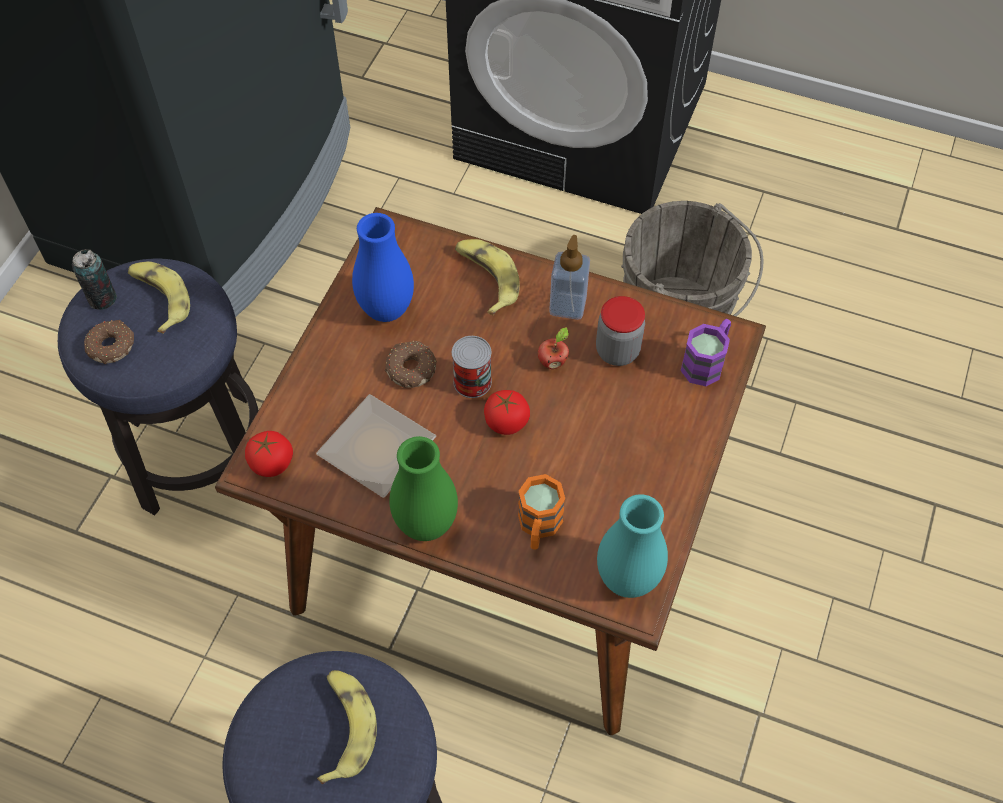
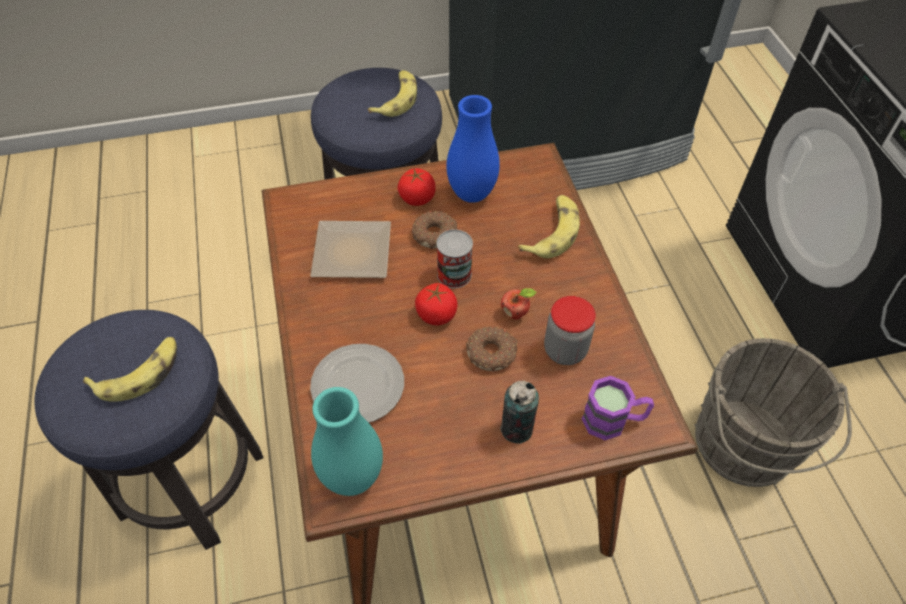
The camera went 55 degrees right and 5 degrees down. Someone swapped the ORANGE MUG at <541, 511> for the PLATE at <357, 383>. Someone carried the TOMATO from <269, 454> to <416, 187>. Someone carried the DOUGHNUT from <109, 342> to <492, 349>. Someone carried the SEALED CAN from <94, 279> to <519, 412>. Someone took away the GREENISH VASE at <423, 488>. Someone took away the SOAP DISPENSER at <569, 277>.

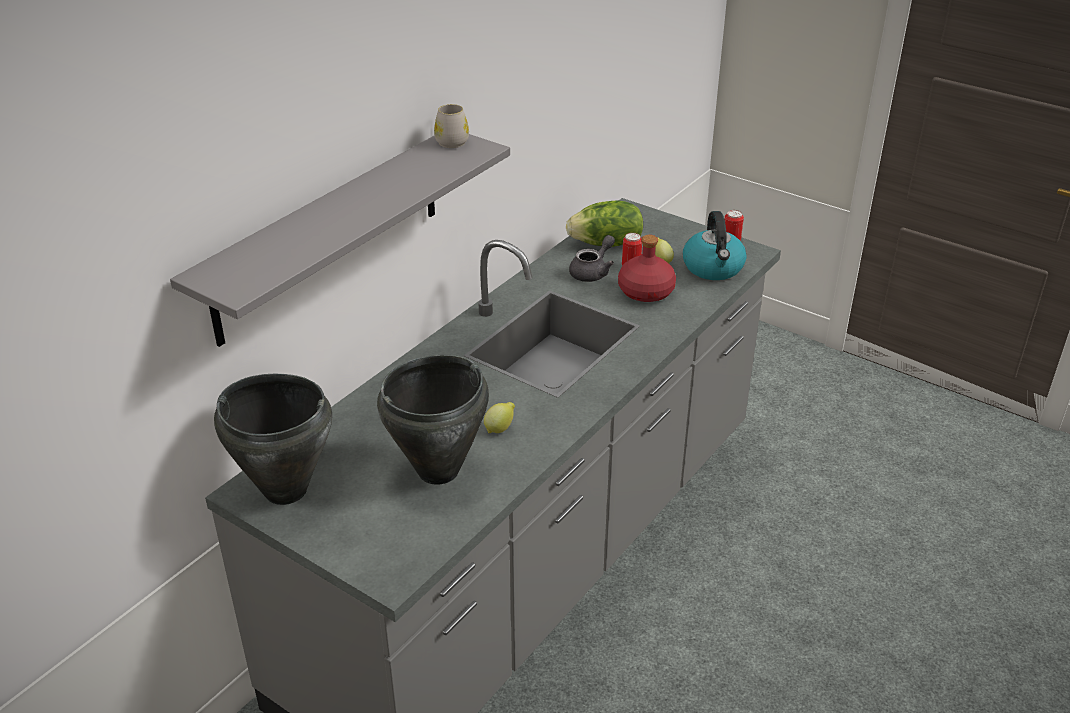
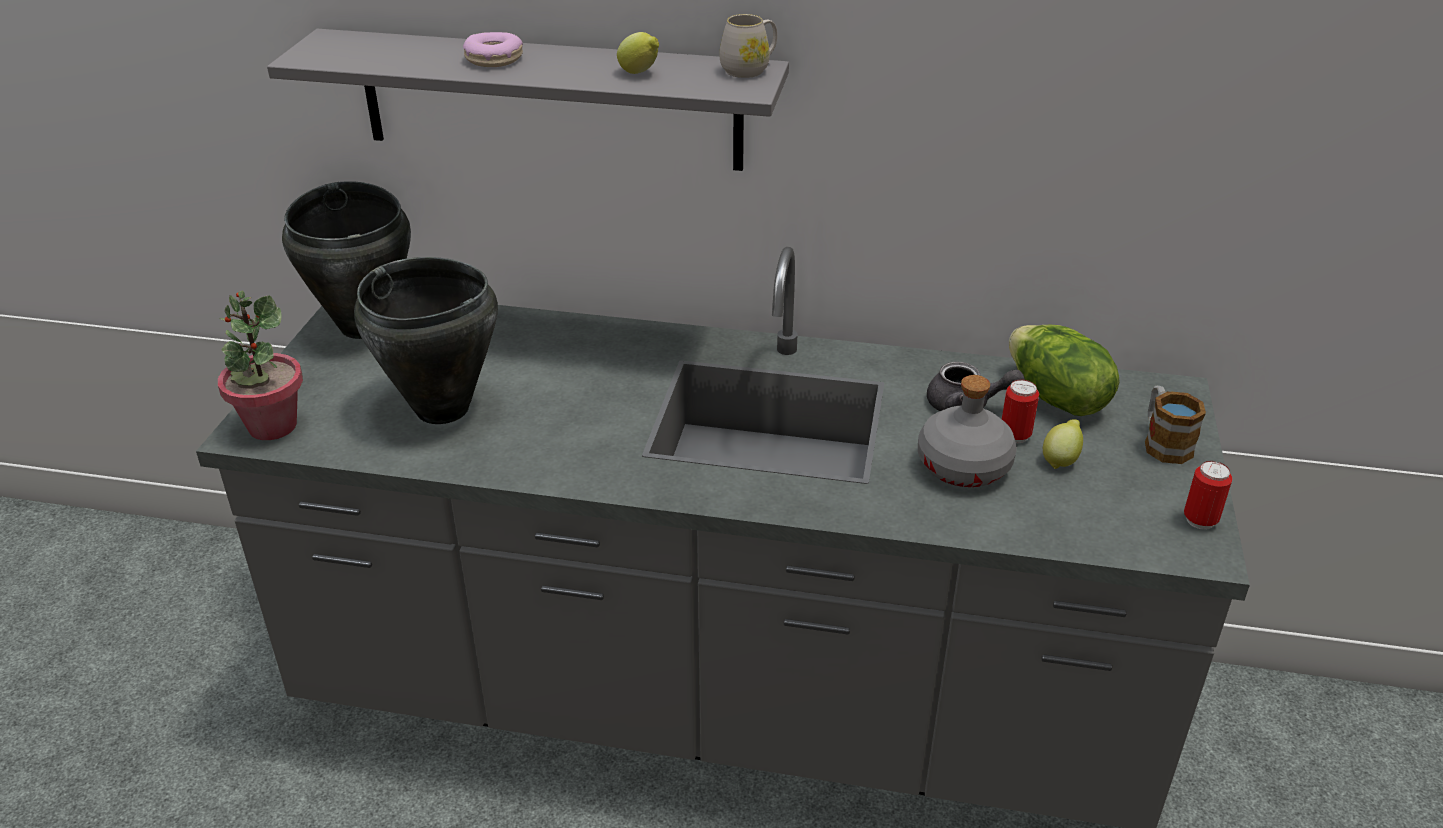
The camera went 65 degrees right and 0 degrees up. Someone put down the HOUSEPLANT at <260, 365>. Someone put down the DOUGHNUT at <493, 49>. Someone carried the LEMON from <499, 417> to <638, 53>. Someone repainted the REDDISH BEVERAGE BOTTLE at <647, 268>, which became the GREY BEVERAGE BOTTLE at <967, 431>. Someone put down the MUG at <1175, 424>. Someone took away the WATER KETTLE at <715, 245>.

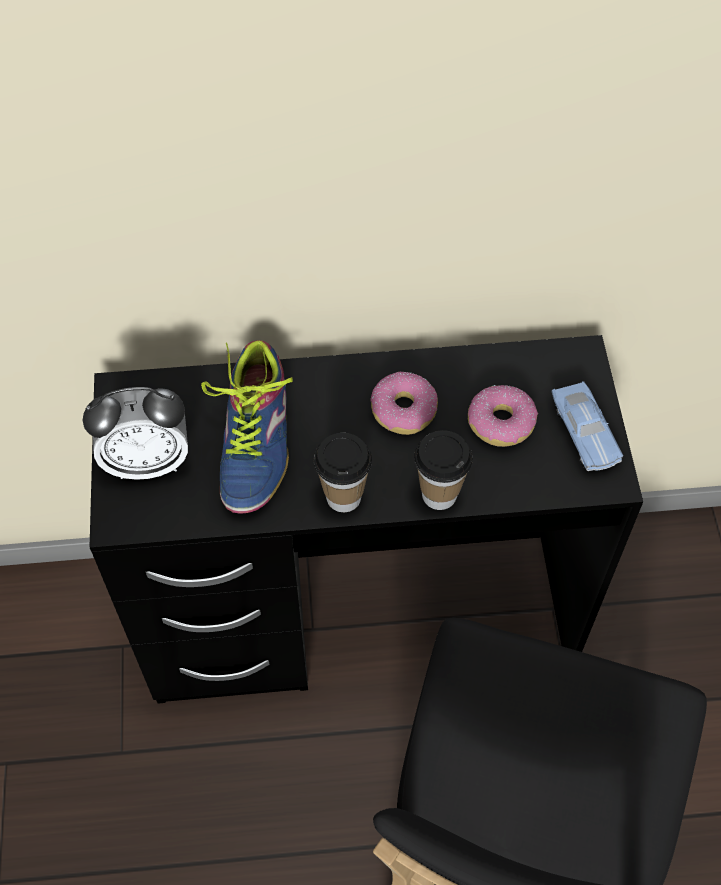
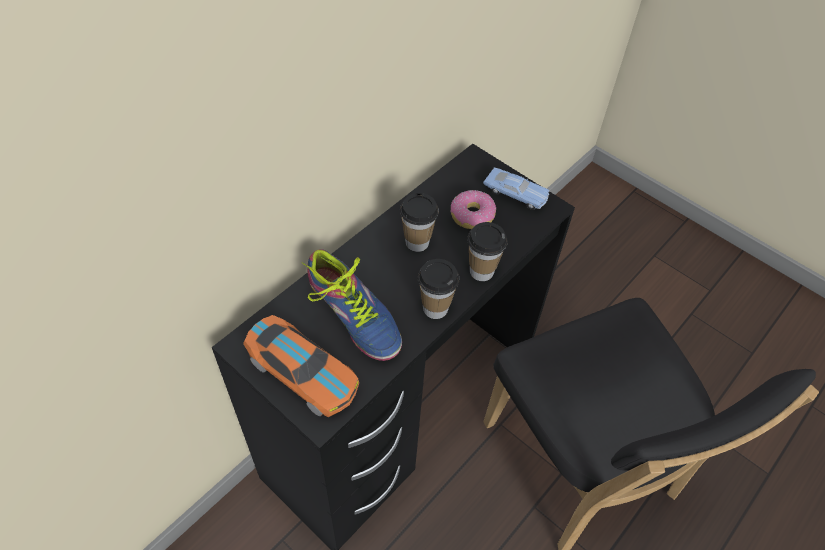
The camera went 45 degrees left and 5 degrees down. Someone swapped the ALARM CLOCK at <135, 433> for the MODEL CAR at <301, 366>. Someone swapped the DOUGHNUT at <404, 403> for the CUP at <419, 222>.

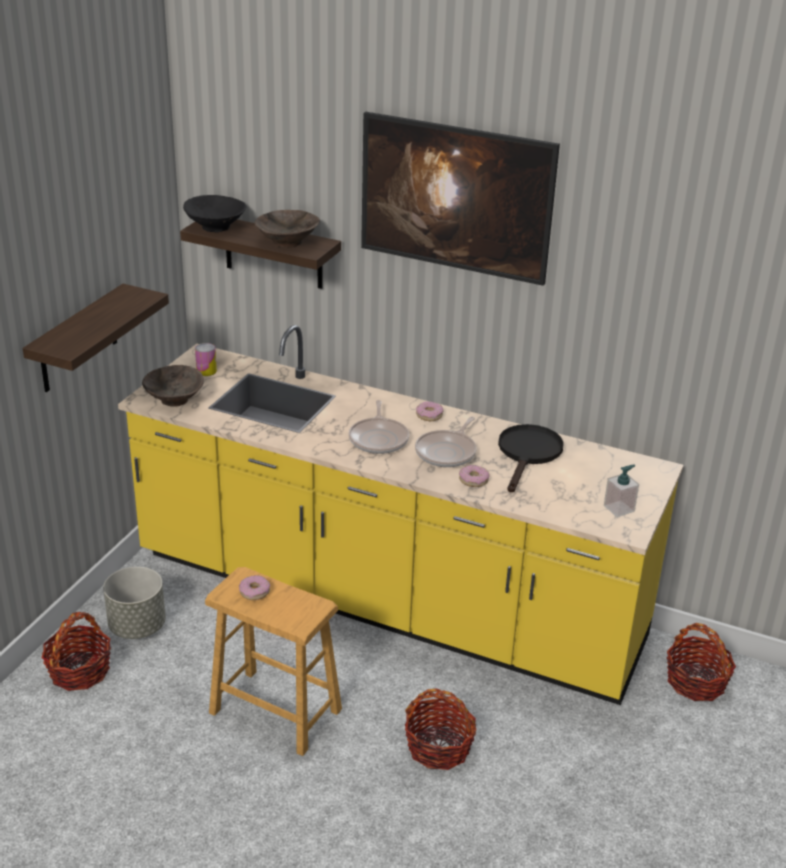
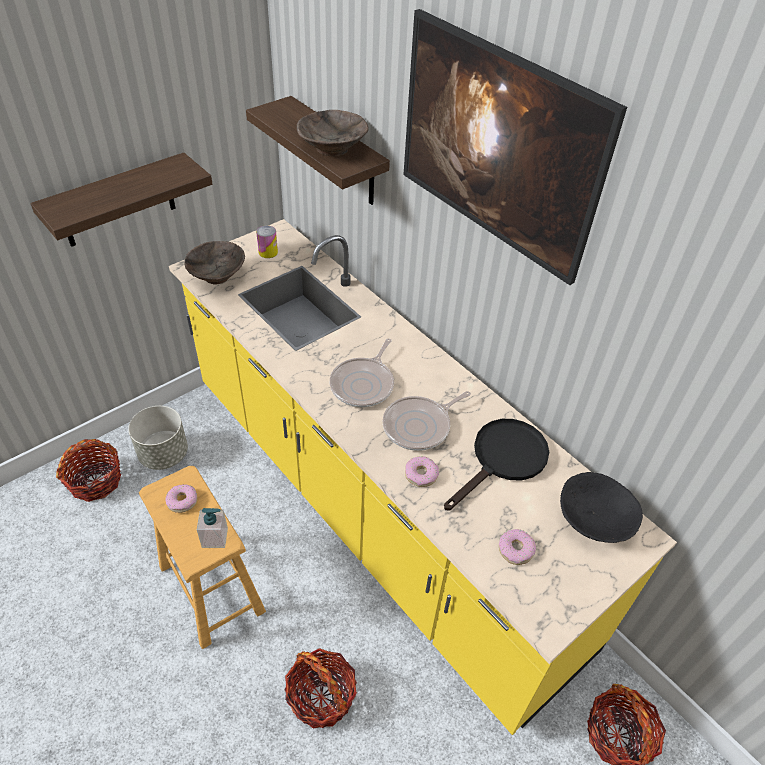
The camera went 25 degrees right and 15 degrees up. Someone carried the SOAP DISPENSER from <621, 491> to <212, 528>. Someone carried the DOUGHNUT from <430, 411> to <517, 547>. Someone carried the BLACKISH SERVING BOWL from <215, 214> to <601, 507>.

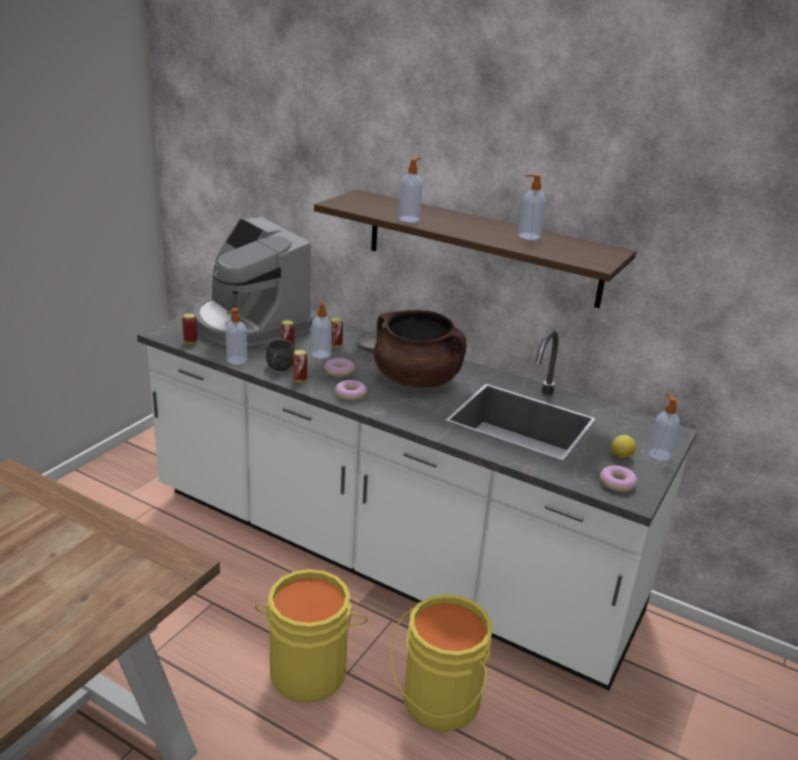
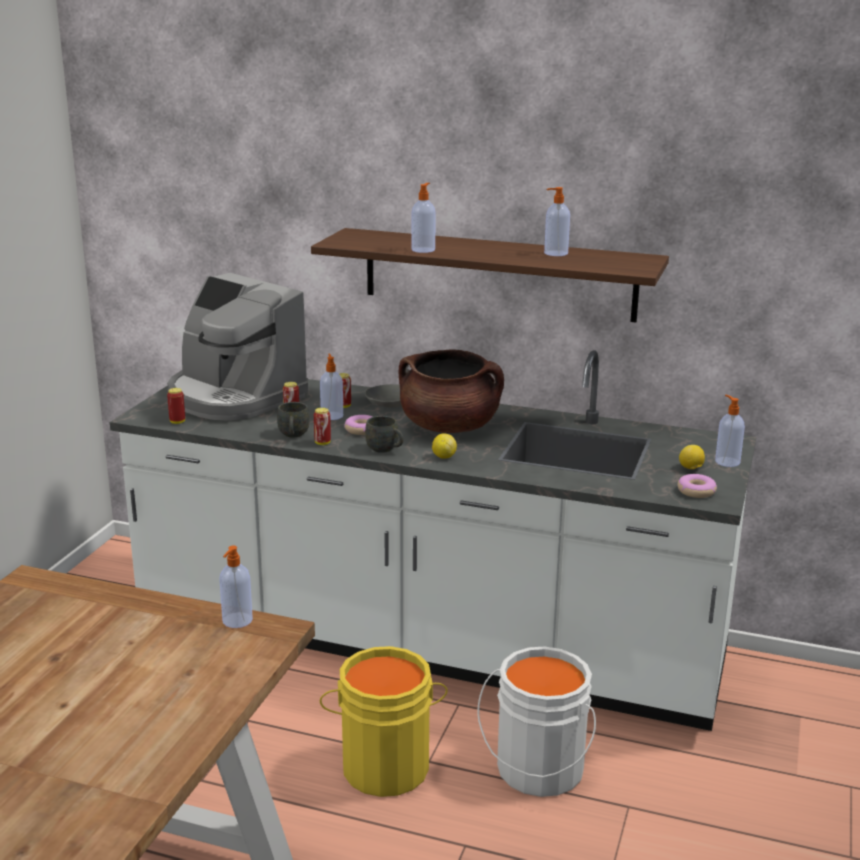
The camera went 10 degrees left and 5 degrees down. Someone carried the SOAP DISPENSER from <236, 336> to <236, 587>. Someone swapped the DOUGHNUT at <351, 390> for the GREY MUG at <384, 434>. Someone put down the LEMON at <444, 446>. Someone repainted the YELLOW PAIL at <441, 662>, which became the WHITE PAIL at <536, 721>.

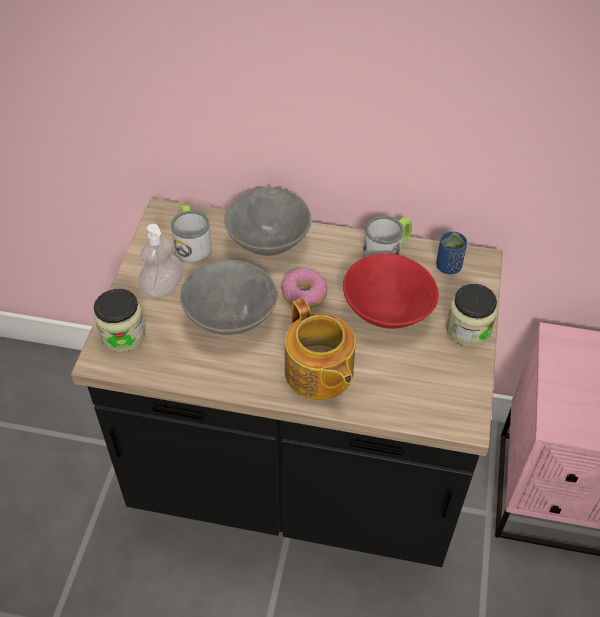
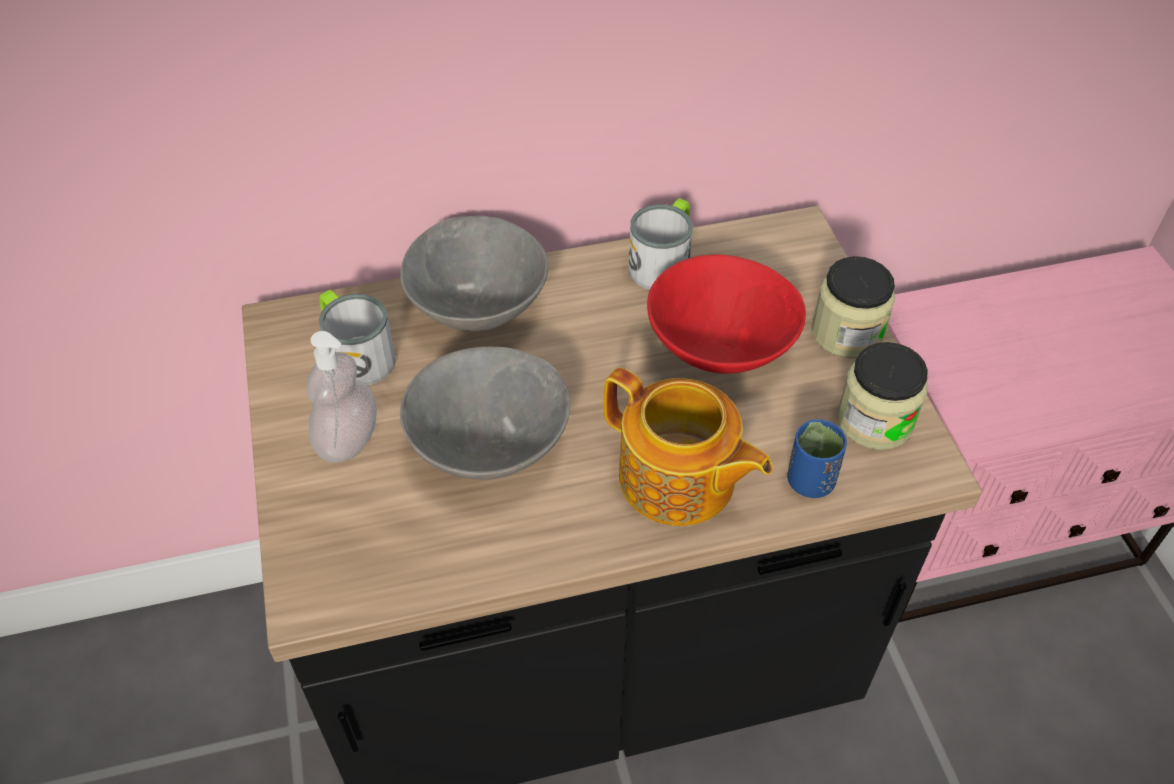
The camera went 25 degrees left and 0 degrees up. Someone carried the BLUISH CUP from <451, 252> to <817, 459>. Someone carried the PRESERVE JAR from <120, 320> to <882, 396>. Someone took away the DOUGHNUT at <304, 288>.

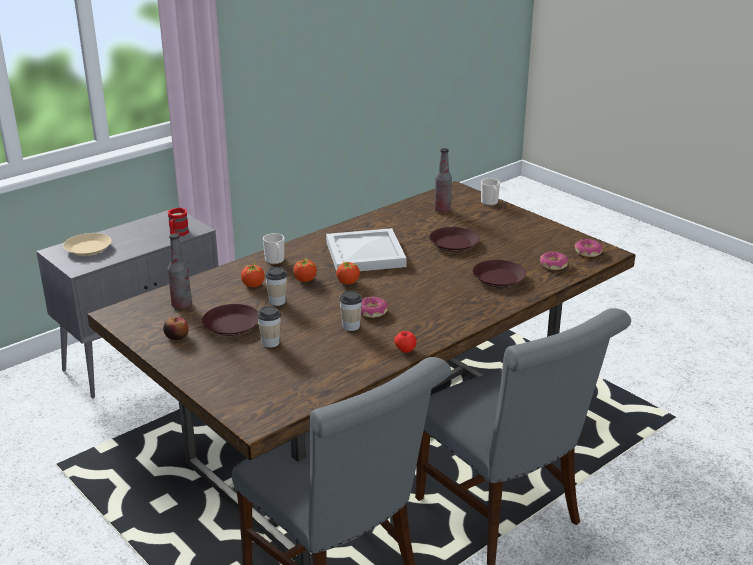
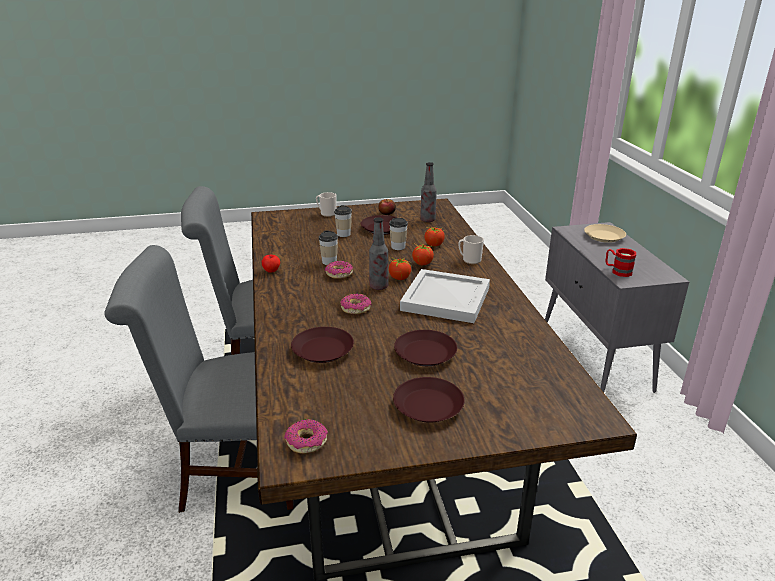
The camera went 120 degrees right and 0 degrees up. Someone carried the MUG from <490, 192> to <326, 204>. Someone carried the DOUGHNUT from <554, 261> to <356, 304>. Someone carried the BEVERAGE BOTTLE from <443, 180> to <378, 253>. Someone put down the BROWNISH PLATE at <428, 400>.

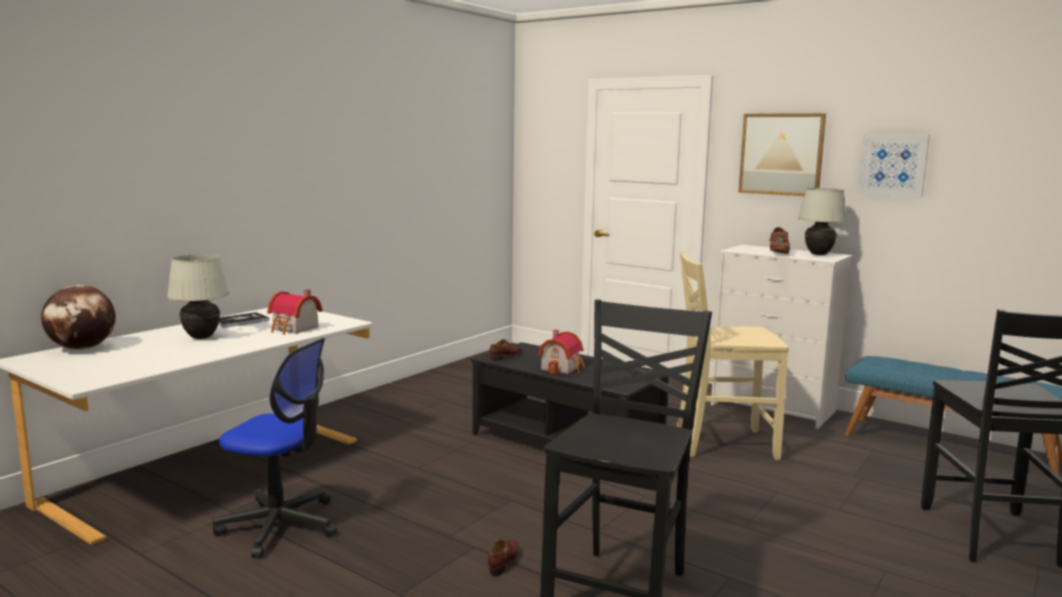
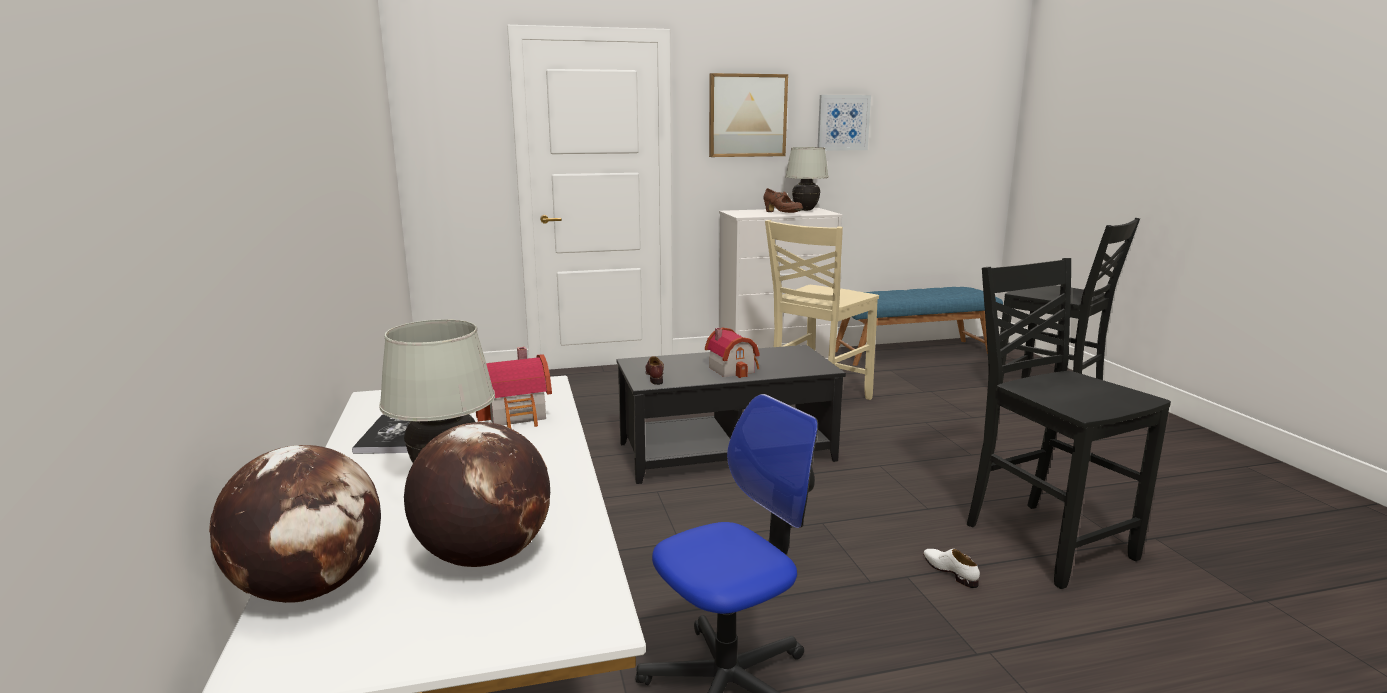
The camera went 50 degrees left and 5 degrees up. Someone put down the GLOBE at <477, 494>. Someone repainted the BROWNISH SHOE at <503, 557>, which became the WHITE SHOE at <951, 568>.

